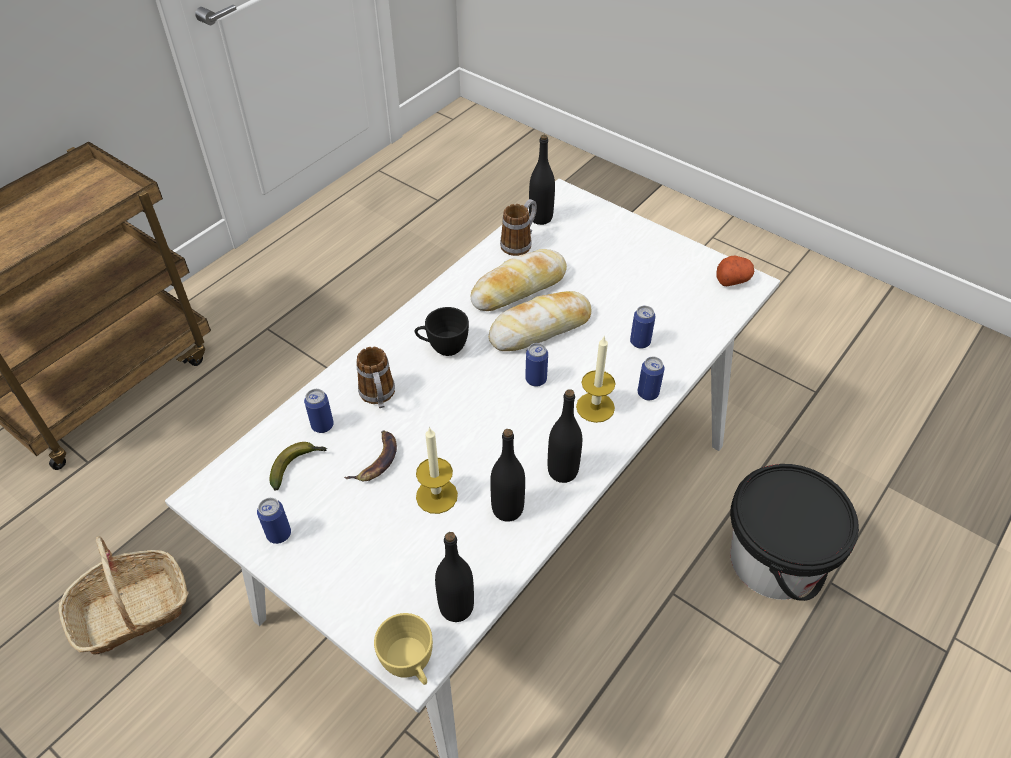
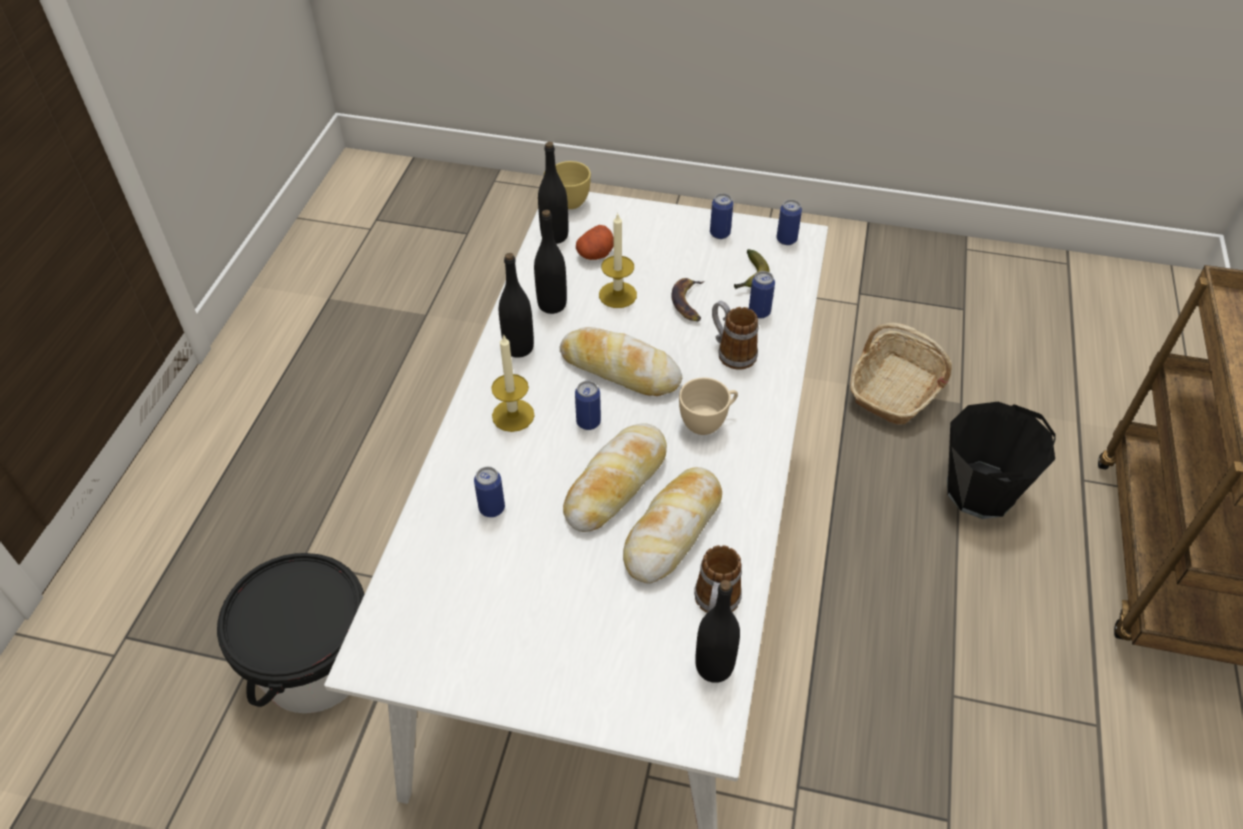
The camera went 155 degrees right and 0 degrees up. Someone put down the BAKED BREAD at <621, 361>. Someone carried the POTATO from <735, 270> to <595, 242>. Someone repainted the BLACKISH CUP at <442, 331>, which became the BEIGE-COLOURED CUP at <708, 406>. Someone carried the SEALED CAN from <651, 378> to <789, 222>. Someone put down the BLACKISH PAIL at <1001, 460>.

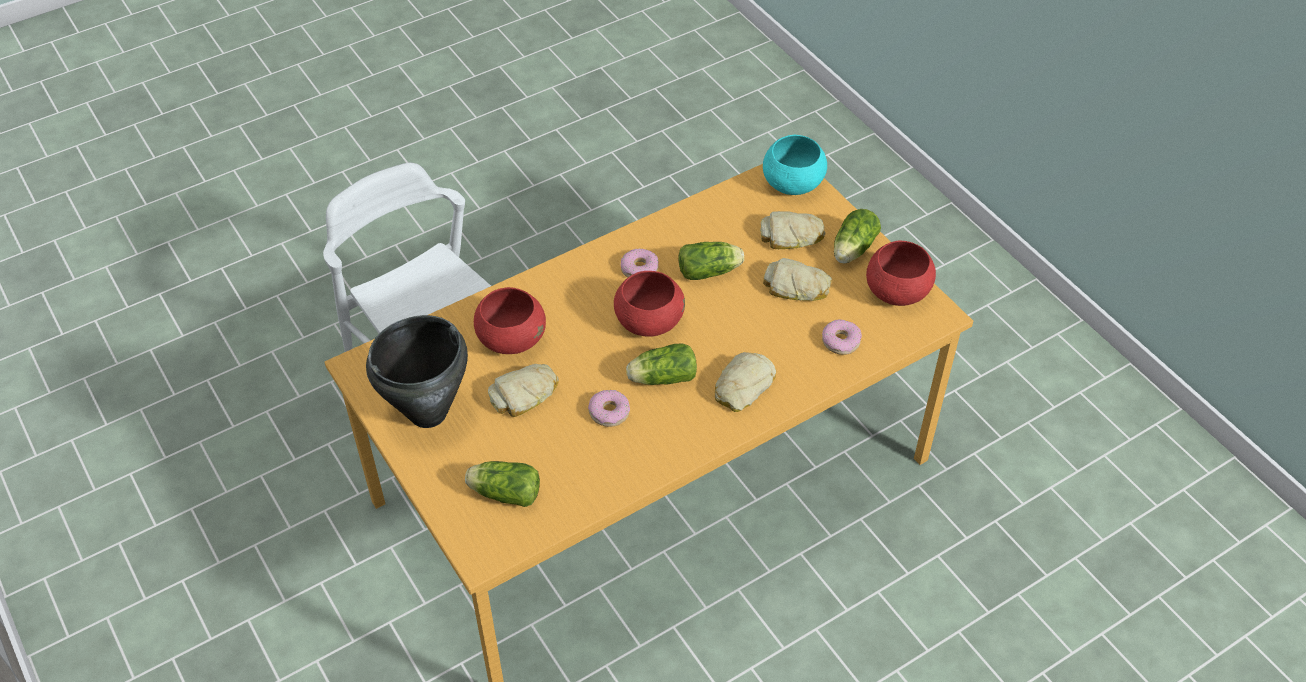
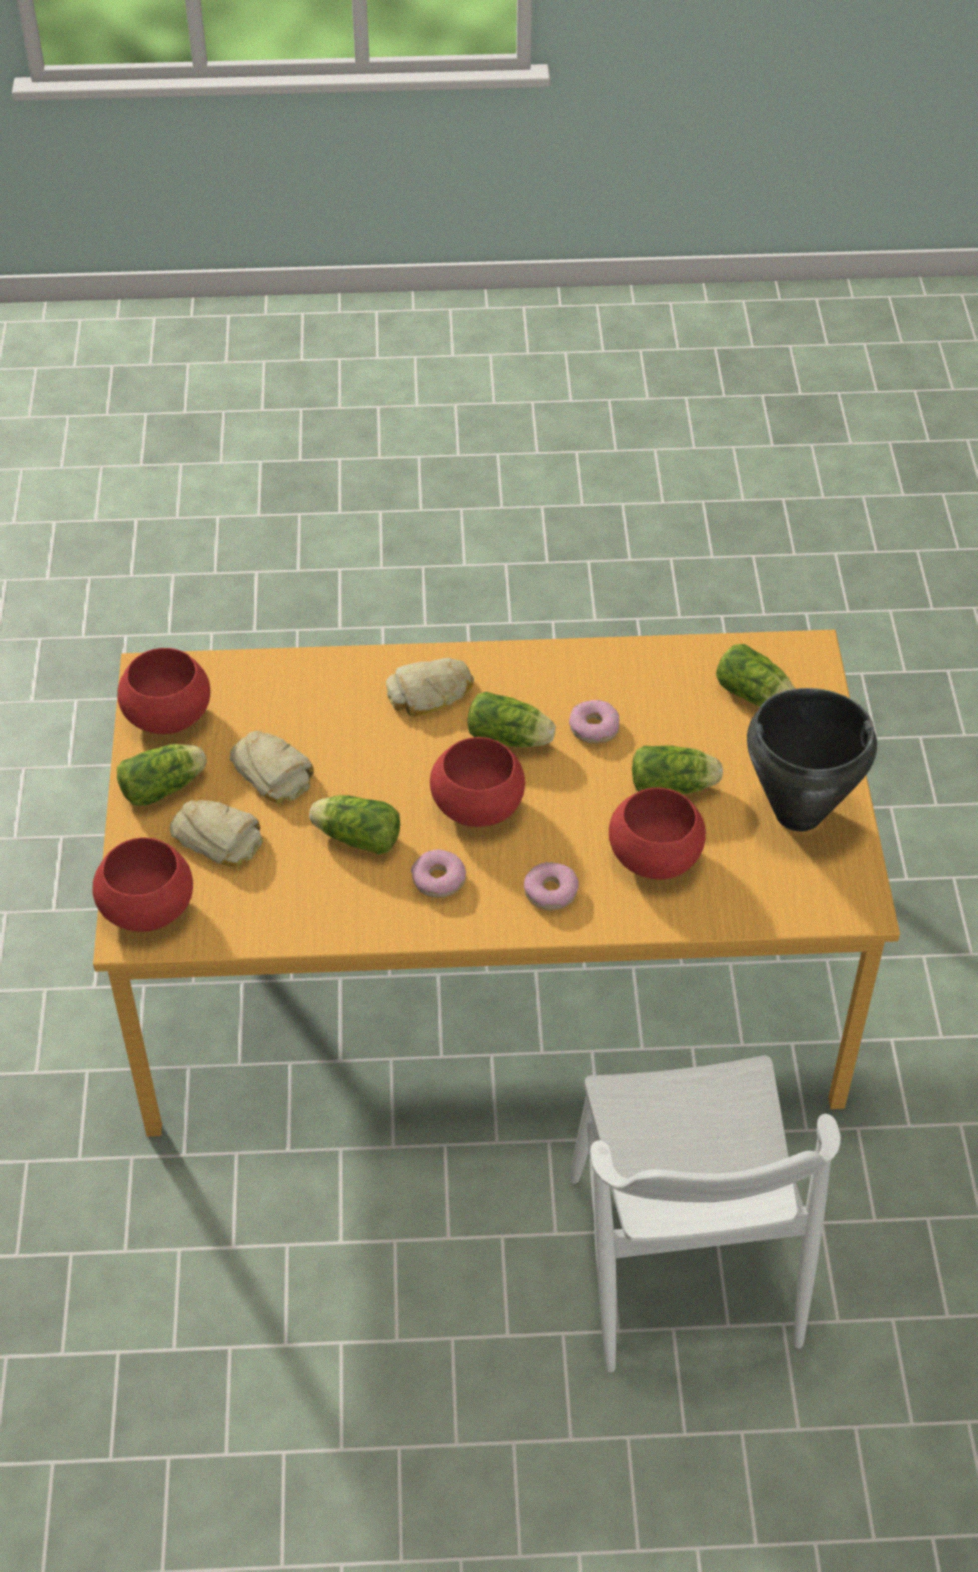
The camera went 150 degrees left and 0 degrees up. Someone repainted the TURQUOISE-COLOURED SERVING BOWL at <795, 165>, which became the REDDISH SERVING BOWL at <142, 885>. Someone carried the DOUGHNUT from <842, 337> to <551, 886>. Someone swapped the BAKED BREAD at <523, 390> for the HEAD OF LETTUCE at <677, 770>.

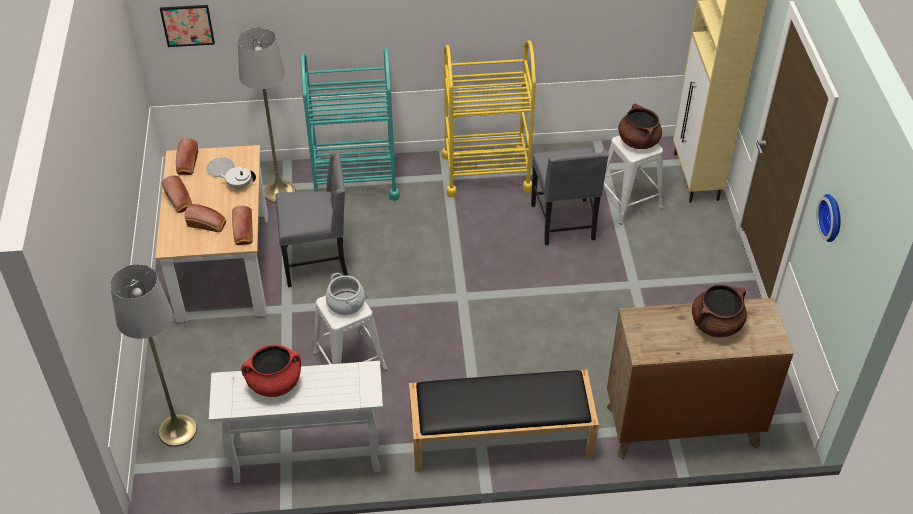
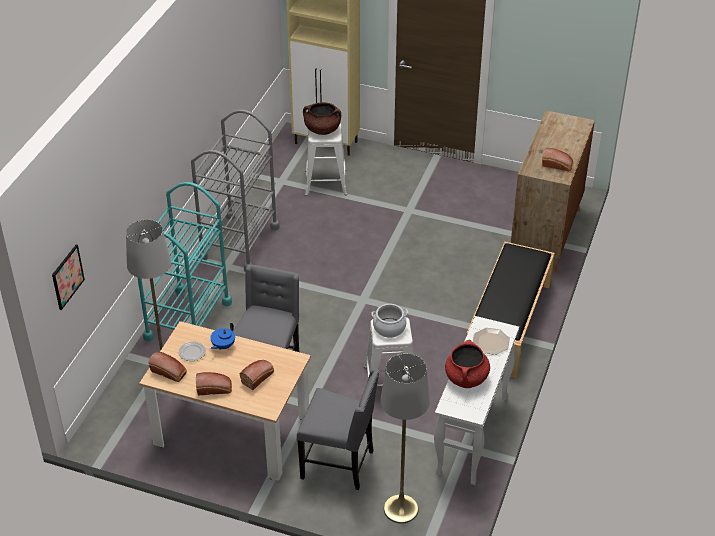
The camera went 65 degrees left and 5 degrees down. Someone repainted the YELLOW WHEELED CART at <489, 118>, which became the GREY WHEELED CART at <235, 190>. Someone repainted the WHITE TEAPOT at <237, 178>, which became the BLUISH TEAPOT at <222, 336>. Someone carried the GREY CHAIR from <570, 196> to <338, 429>. Someone put down the PLATE at <491, 341>. Someone carried the BAKED BREAD from <242, 225> to <558, 159>. Someone took away the BROWNISH SAUCEPOT at <719, 311>. Someone took away the CLOCK ON THE WALL at <828, 218>.

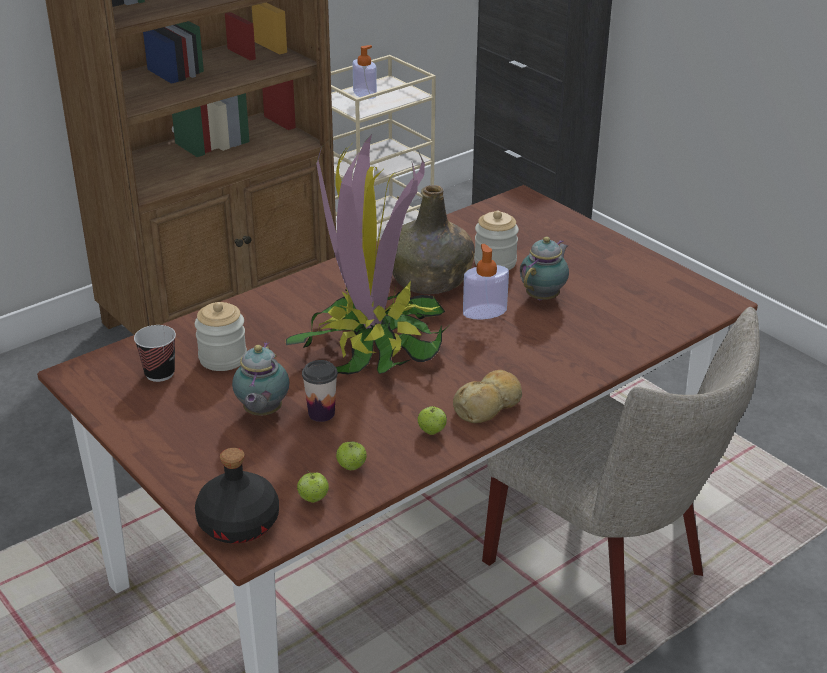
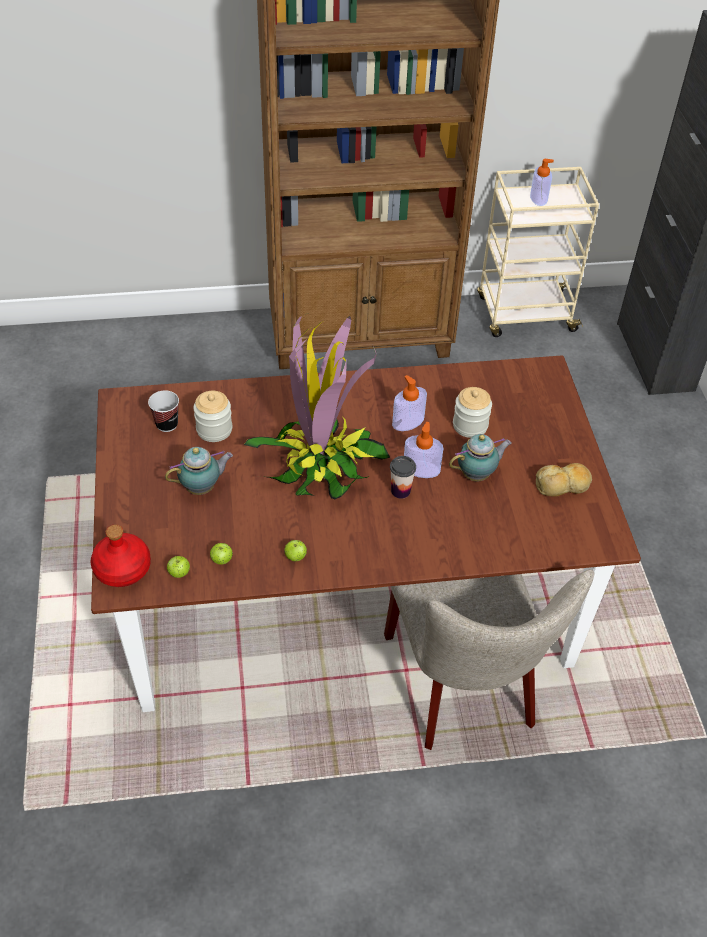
The camera went 30 degrees right and 15 degrees up. Someone repainted the BLACKISH BEVERAGE BOTTLE at <237, 495>, which became the REDDISH BEVERAGE BOTTLE at <121, 555>. Someone rotated the TEAPOT at <261, 379> by 150 degrees counterclockwise. Someone carried the CUP from <320, 391> to <403, 477>. Someone swapped the GREENISH BEVERAGE BOTTLE at <433, 239> for the SOAP DISPENSER at <409, 403>. Someone carried the BAKED BREAD from <487, 396> to <564, 480>.

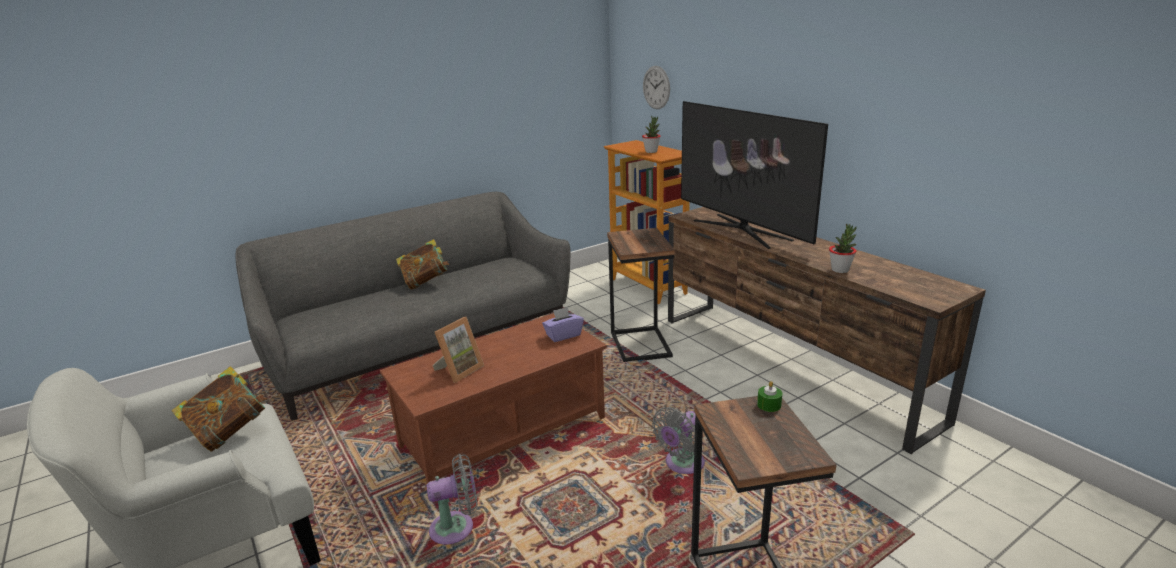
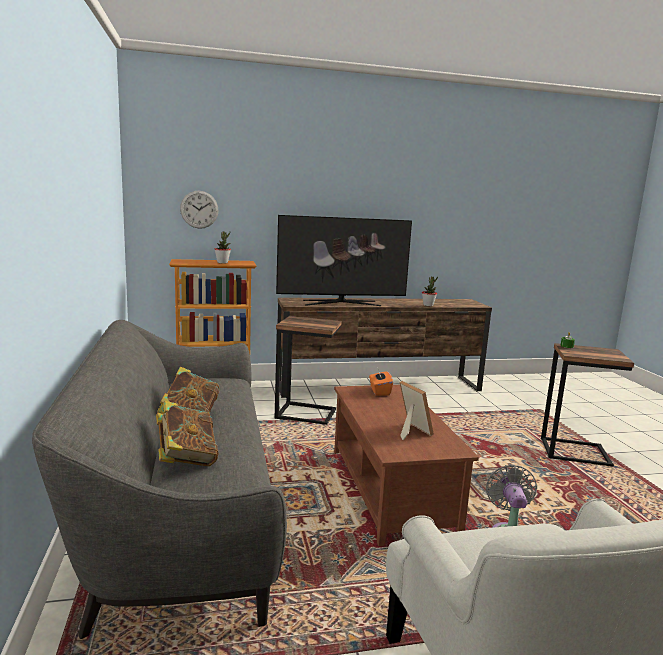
The camera went 70 degrees left and 10 degrees down. Someone carried the BOOK from <219, 409> to <187, 433>. Someone repainted the PURPLE TISSUE BOX at <563, 324>, which became the ORANGE TISSUE BOX at <381, 382>. Someone took away the GREY FAN at <678, 440>.

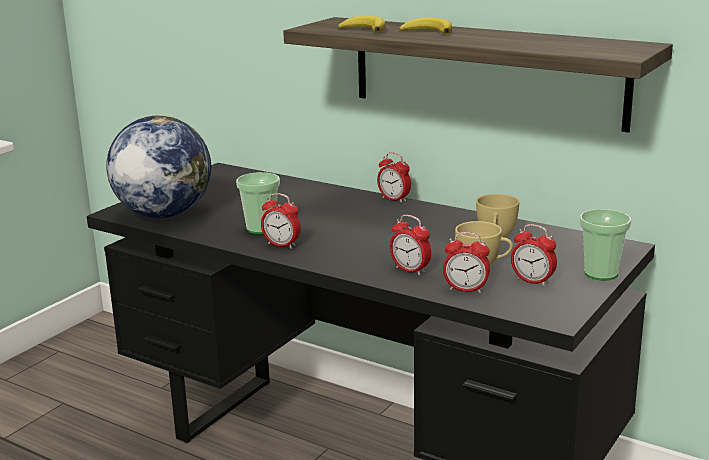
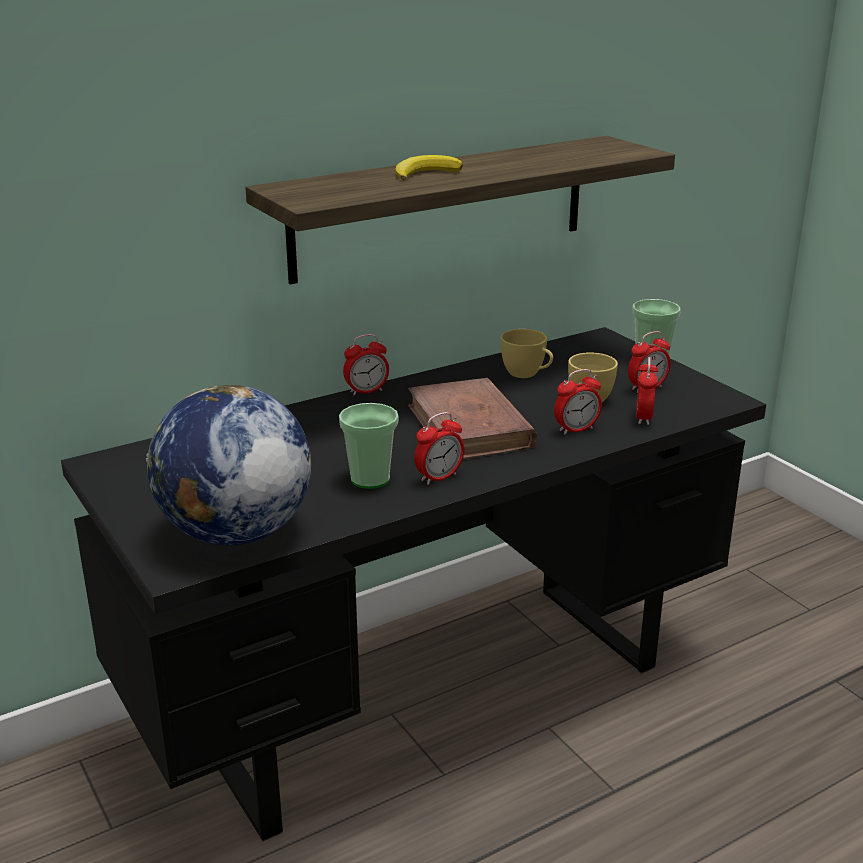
The camera went 65 degrees left and 5 degrees up. Someone put down the BROWNISH BOOK at <472, 418>. Someone rotated the ALARM CLOCK at <466, 262> by 150 degrees clockwise. Someone took away the BANANA at <362, 24>.

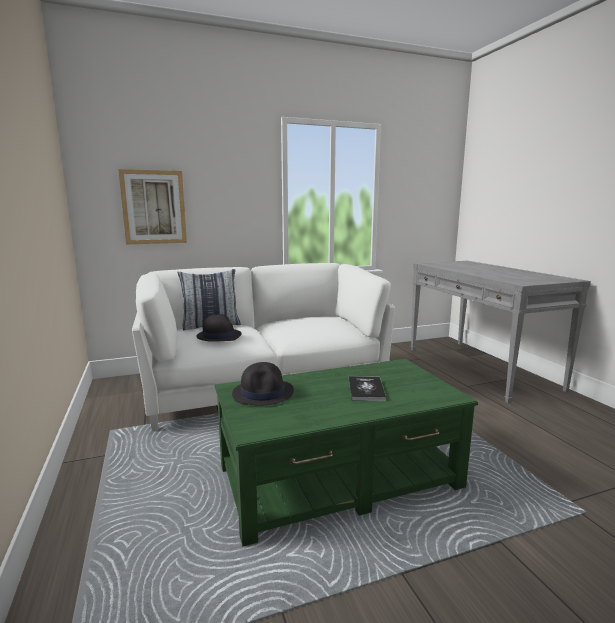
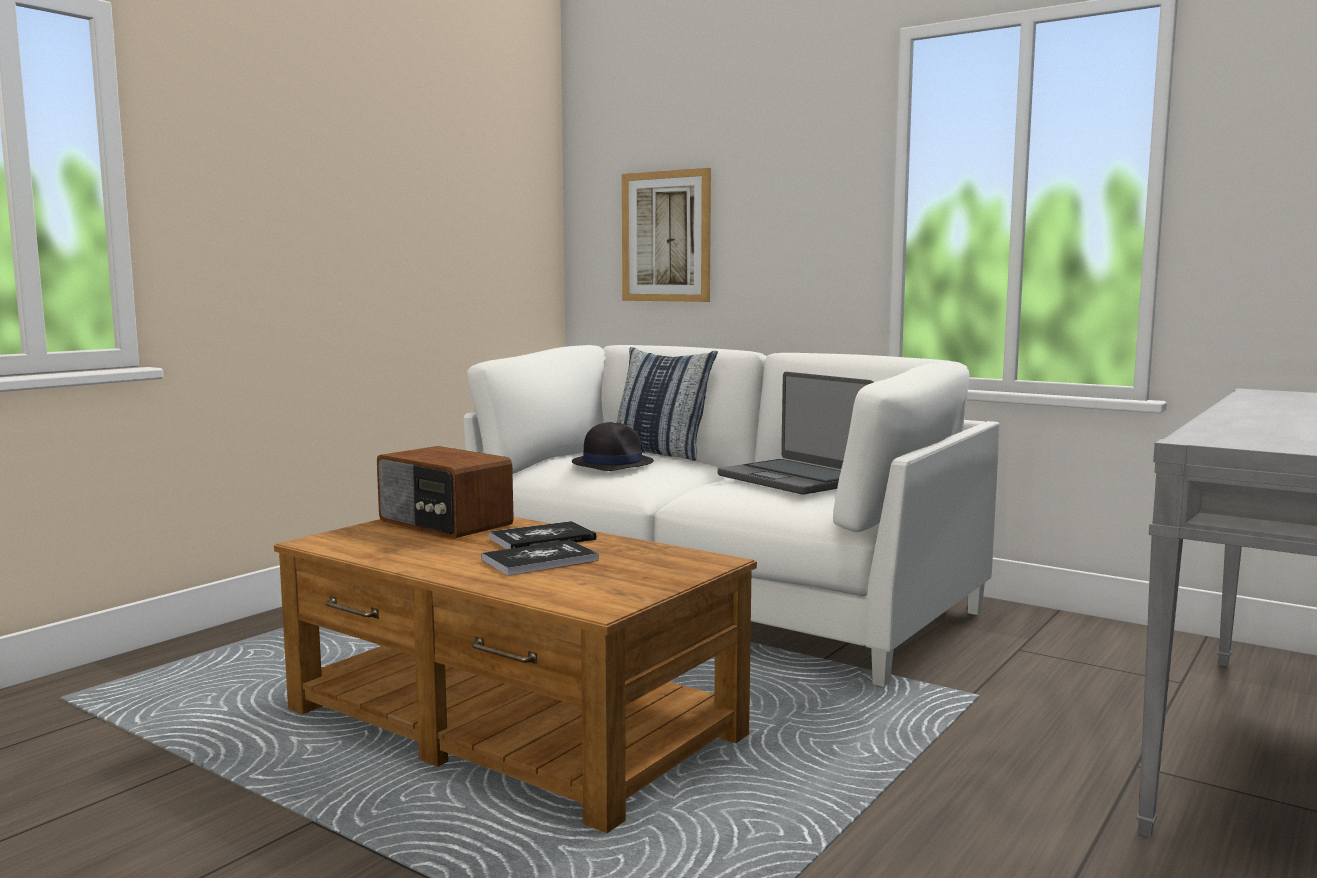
The camera went 55 degrees right and 5 degrees down. Someone repainted the GREENISH COFFEE TABLE at <346, 453>, which became the BROWNISH COFFEE TABLE at <515, 675>. Someone swapped the BLACKISH HAT at <263, 384> for the RADIO SET at <445, 492>. Someone put down the BOOK at <543, 535>. Someone put down the LAPTOP at <795, 433>.

